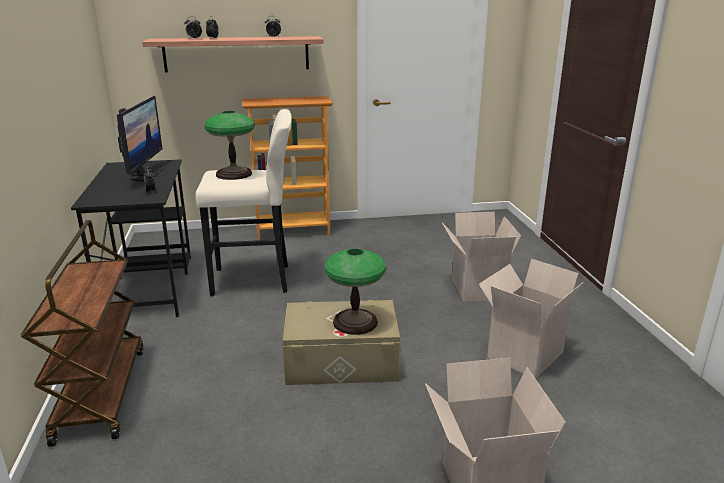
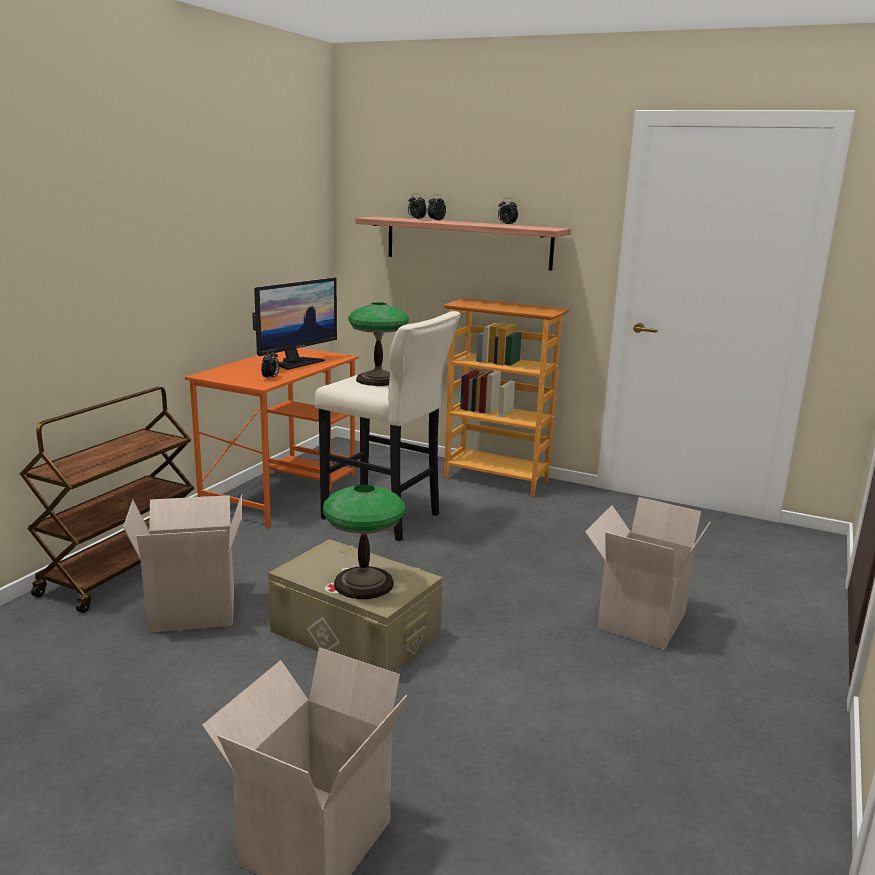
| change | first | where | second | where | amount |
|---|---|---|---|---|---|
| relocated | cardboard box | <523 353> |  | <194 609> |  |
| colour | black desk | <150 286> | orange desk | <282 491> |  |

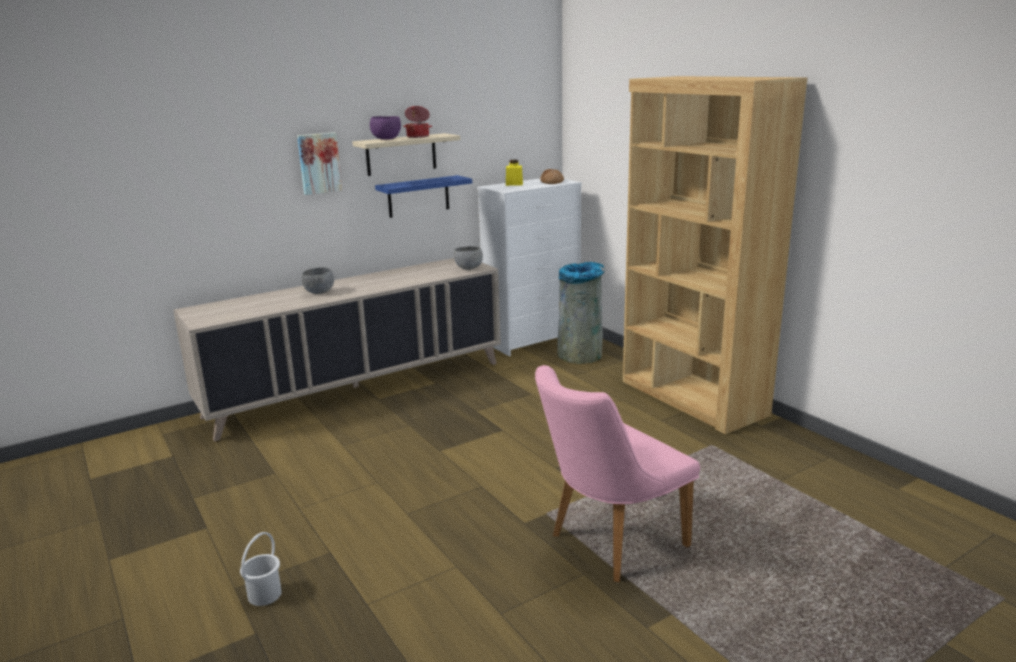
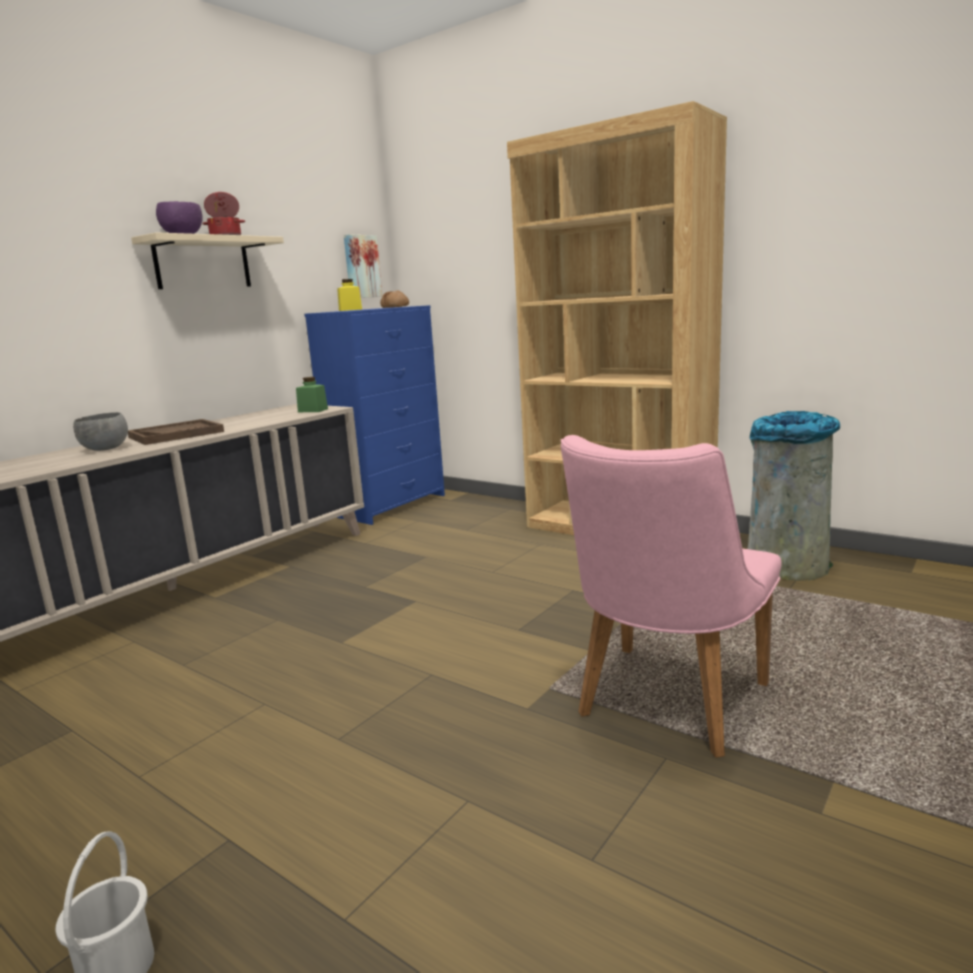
| change | first | where | second | where | amount |
|---|---|---|---|---|---|
| missing | blue shelf | <418 196> |  |  |  |
| appeared |  |  | brown tray | <176 434> |  |
| relocated | picture | <319 163> |  | <361 266> |  |
| relocated | grey trash can | <580 354> |  | <786 564> |  |
| exchanged | grey bowl | <468 268> | green jar | <313 410> |  |
| colour | white dresser | <533 339> | blue dresser | <390 505> |  |

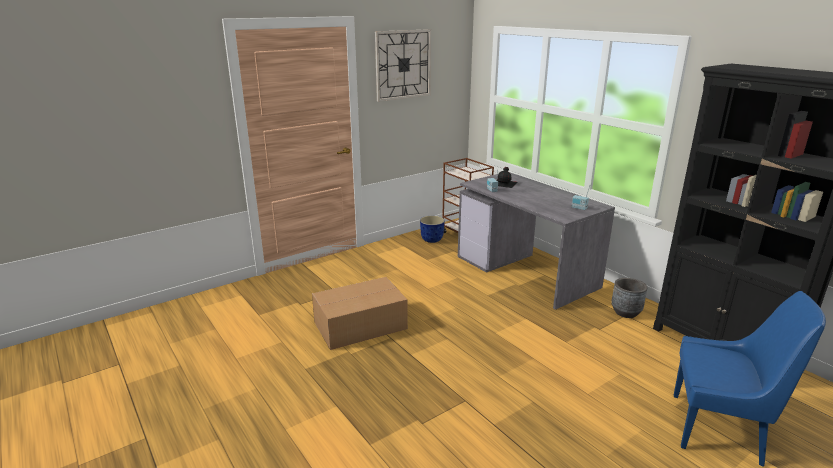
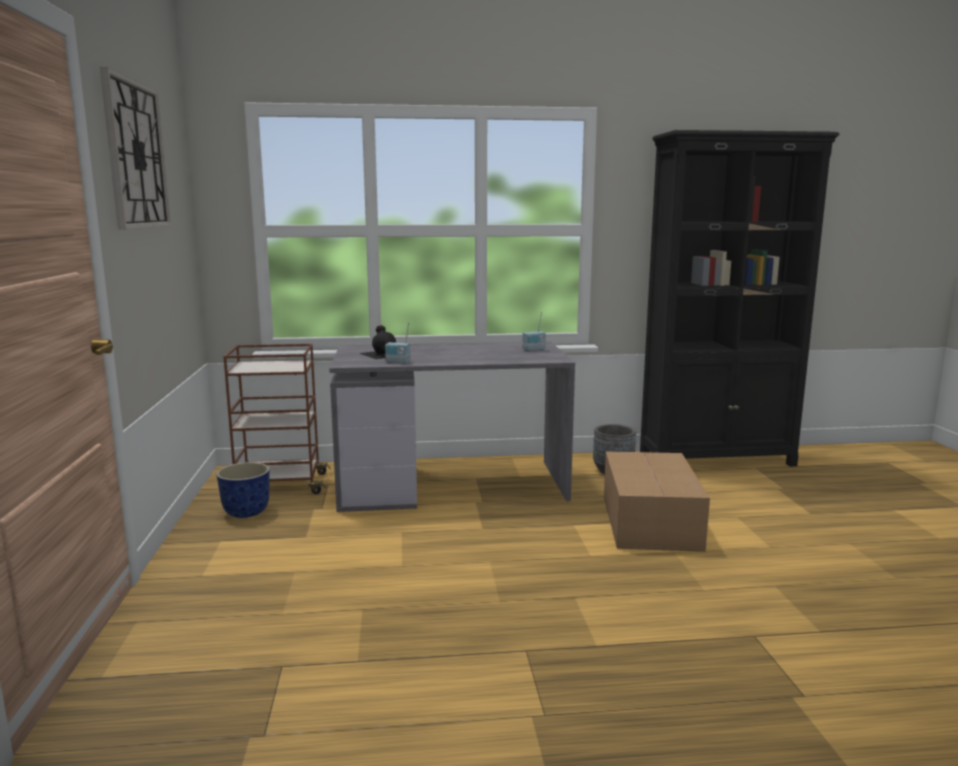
| change | first | where | second | where | amount |
|---|---|---|---|---|---|
| missing | blue chair | <720 429> |  |  |  |
| relocated | cardboard box | <362 325> |  | <651 521> |  |

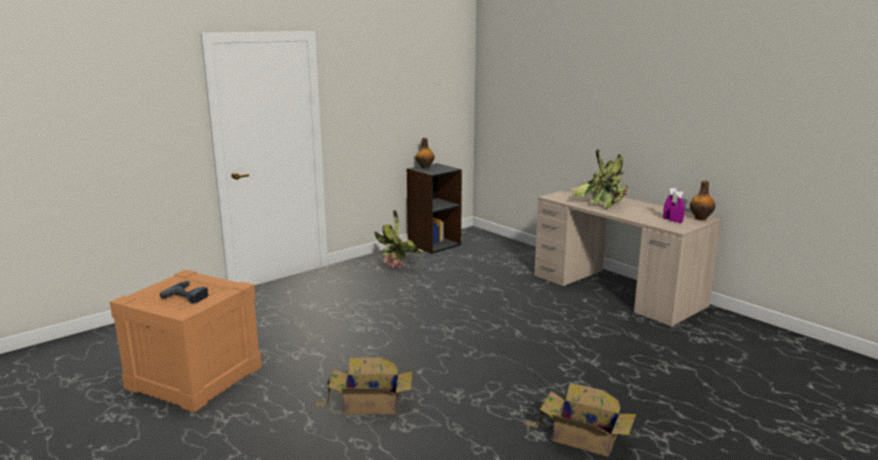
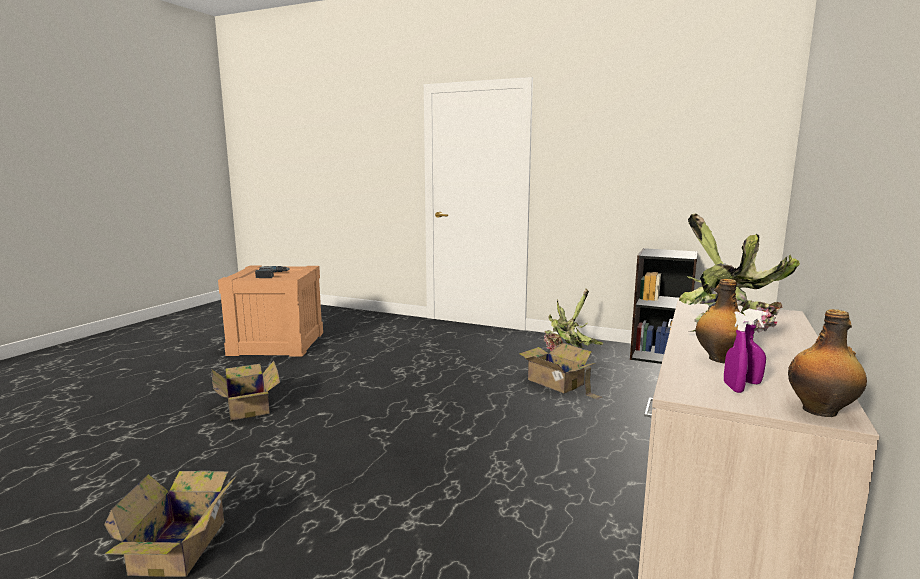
| change | first | where | second | where | amount |
|---|---|---|---|---|---|
| appeared |  |  | cardboard box | <557 383> |  |
| relocated | bottle | <424 167> |  | <720 359> |  |

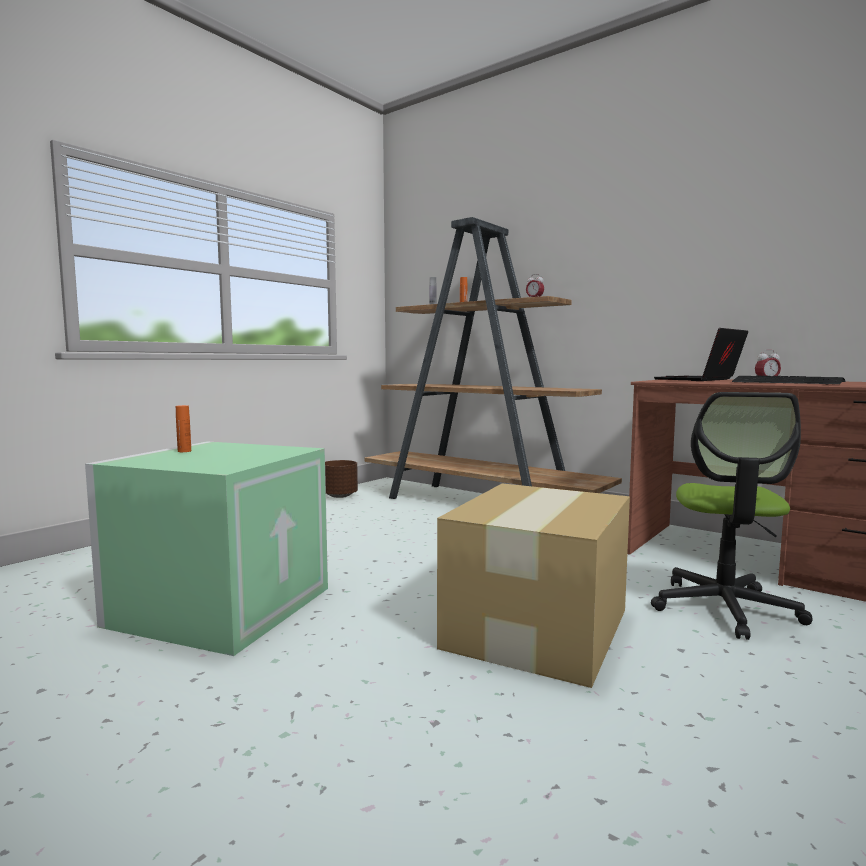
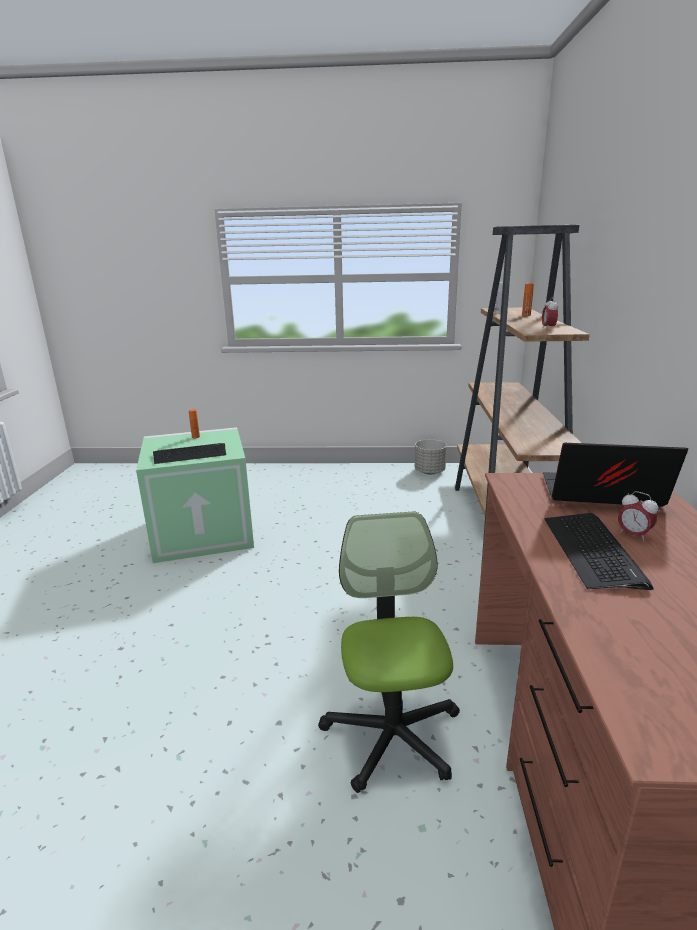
| change | first | where | second | where | amount |
|---|---|---|---|---|---|
| missing | cardboard box | <539 627> |  |  |  |
| appeared |  |  | keyboard | <190 454> |  |
| colour | brown planter | <339 496> | grey planter | <429 471> |  |
| spun | office chair | <725 608> |  | <392 734> | 105 degrees clockwise |

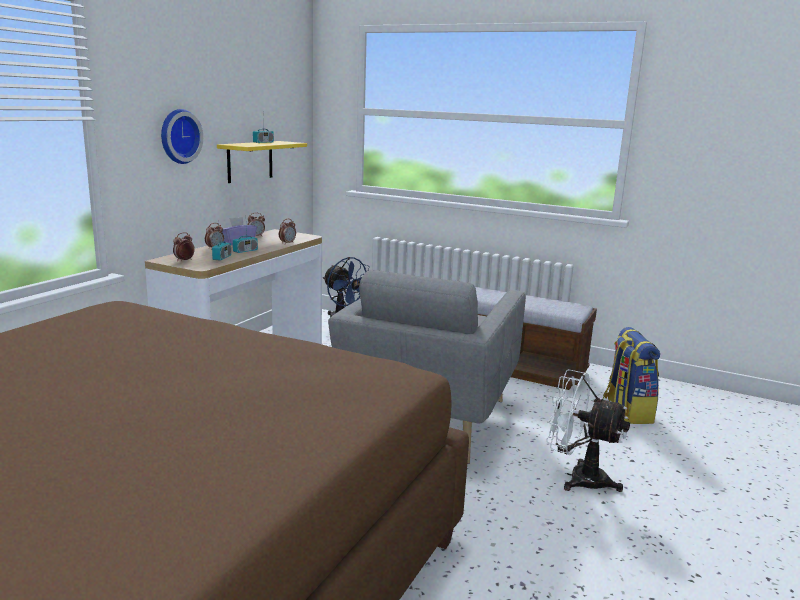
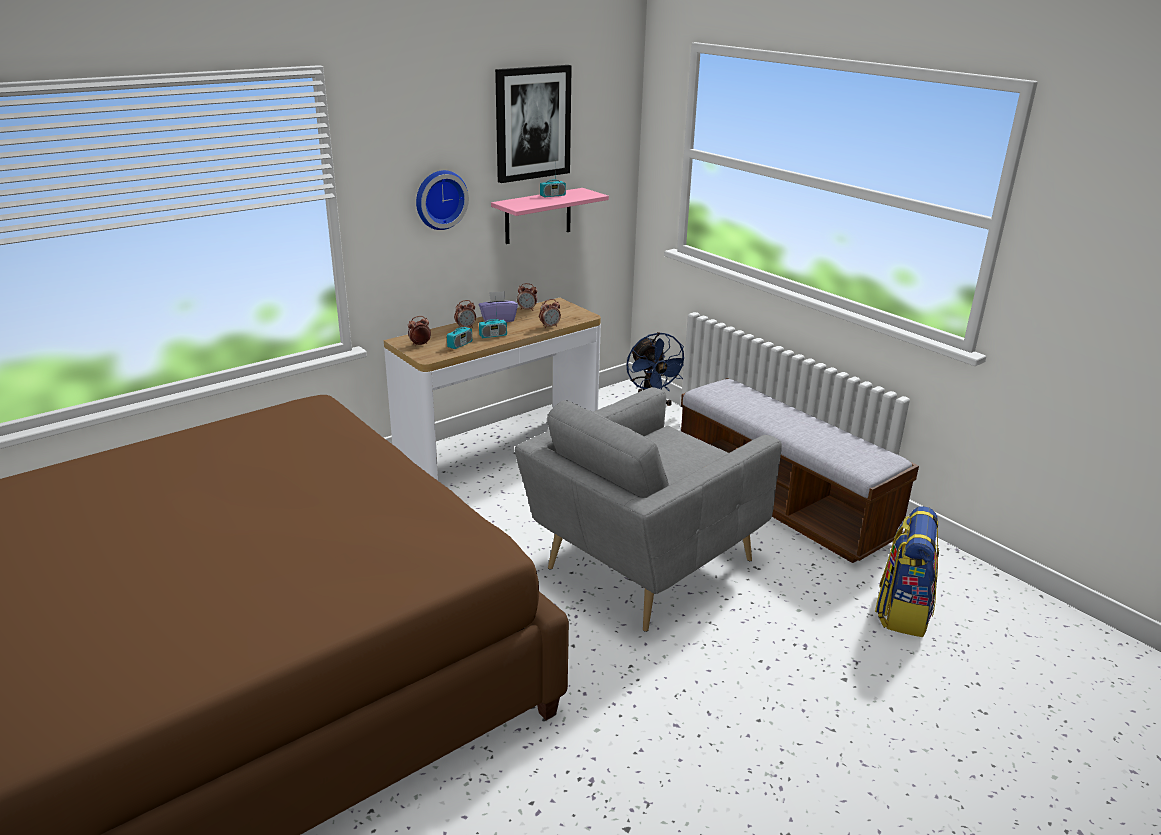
| change | first | where | second | where | amount |
|---|---|---|---|---|---|
| missing | white fan | <577 478> |  |  |  |
| appeared |  |  | picture | <532 123> |  |
| colour | yellow shelf | <250 161> | pink shelf | <538 216> |  |

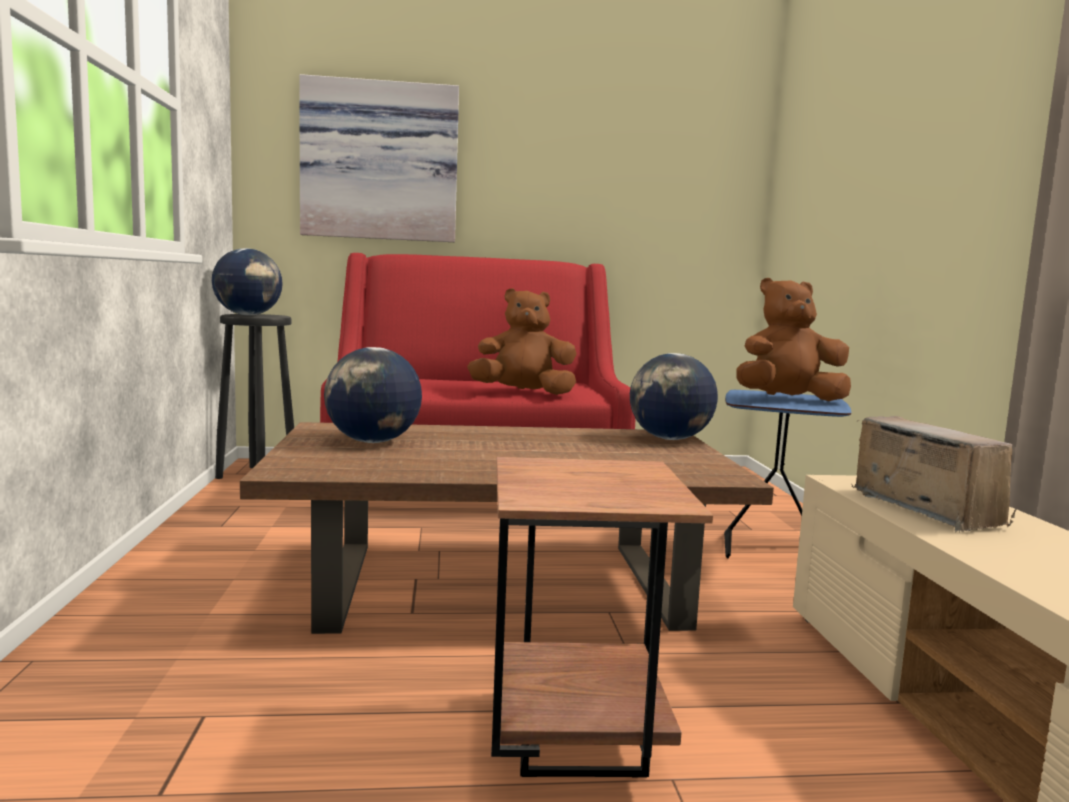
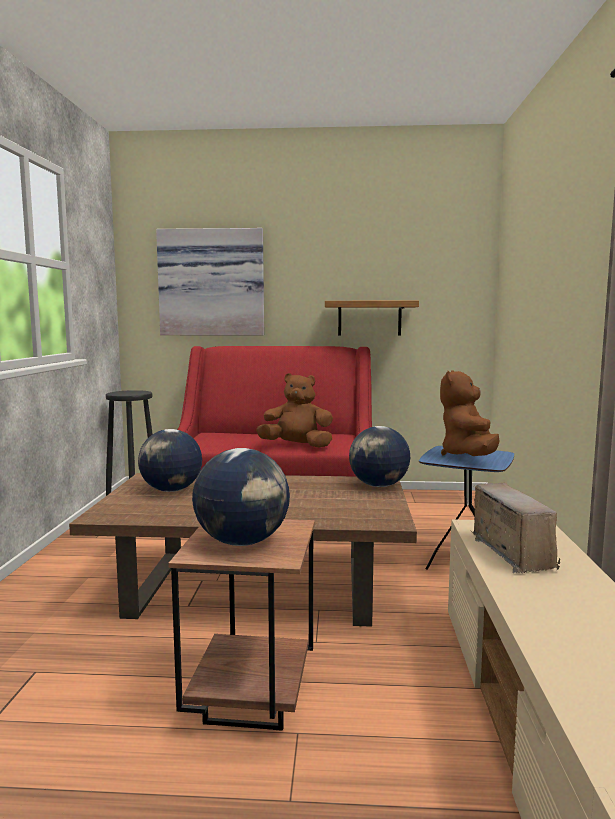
| change | first | where | second | where | amount |
|---|---|---|---|---|---|
| appeared |  |  | shelf | <369 318> |  |
| relocated | globe | <248 315> |  | <242 542> |  |
| spun | brown plush toy | <788 400> |  | <468 456> | 75 degrees counterclockwise |

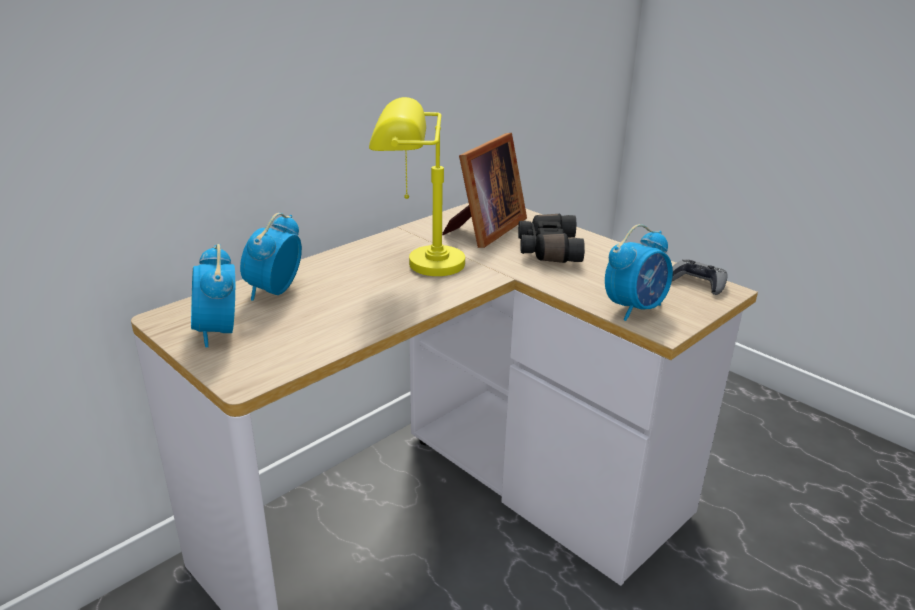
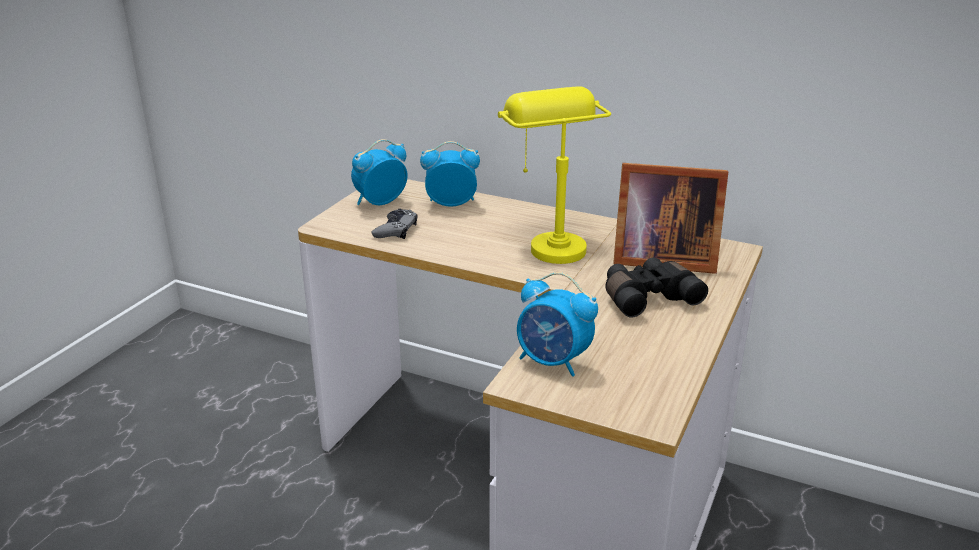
| change | first | where | second | where | amount |
|---|---|---|---|---|---|
| relocated | grey game controller | <697 282> |  | <395 230> |  |

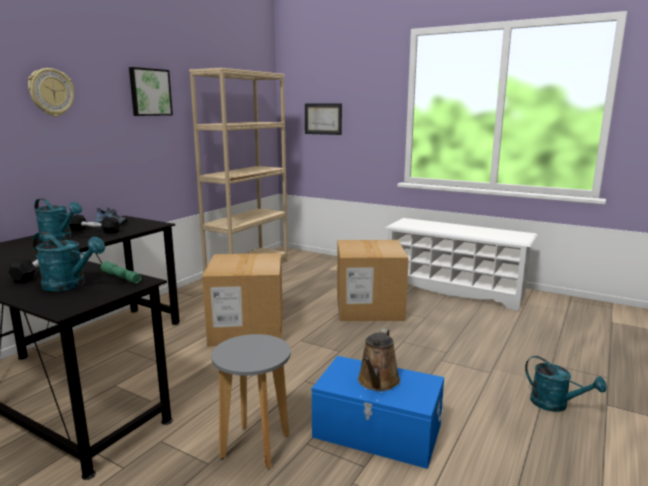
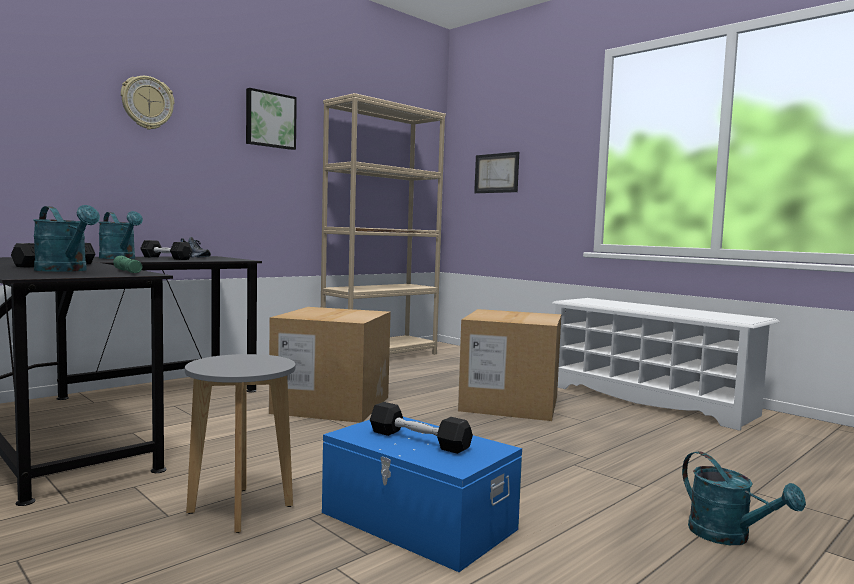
| change | first | where | second | where | amount |
|---|---|---|---|---|---|
| exchanged | brown watering can | <377 382> | black dumbbell | <418 440> |  |

